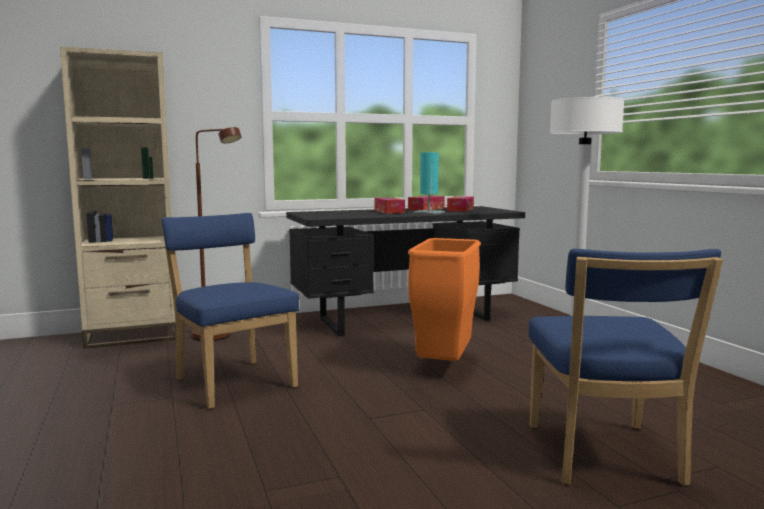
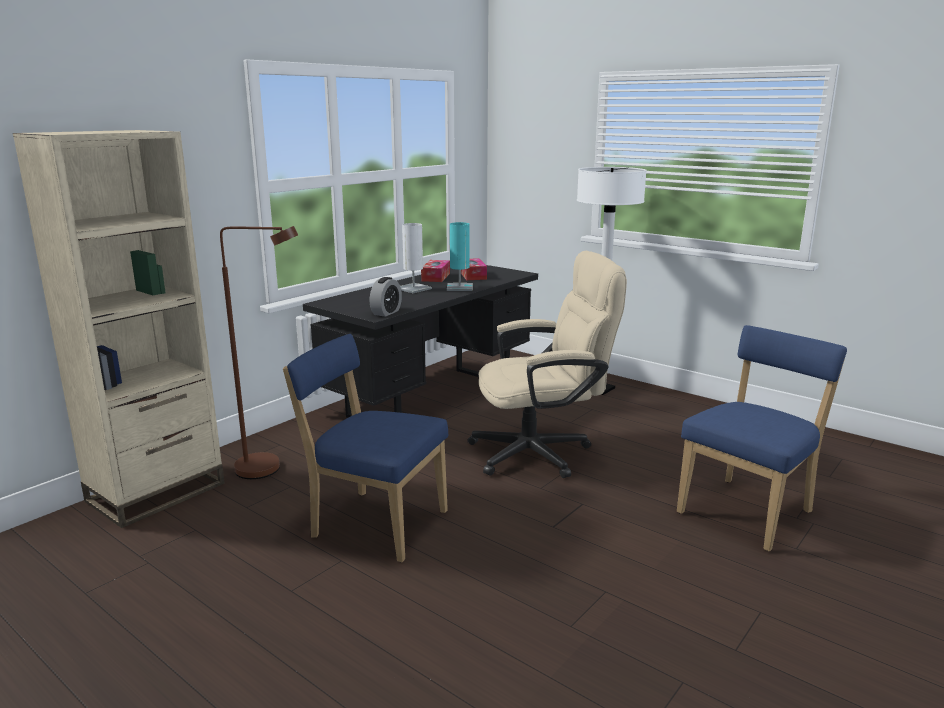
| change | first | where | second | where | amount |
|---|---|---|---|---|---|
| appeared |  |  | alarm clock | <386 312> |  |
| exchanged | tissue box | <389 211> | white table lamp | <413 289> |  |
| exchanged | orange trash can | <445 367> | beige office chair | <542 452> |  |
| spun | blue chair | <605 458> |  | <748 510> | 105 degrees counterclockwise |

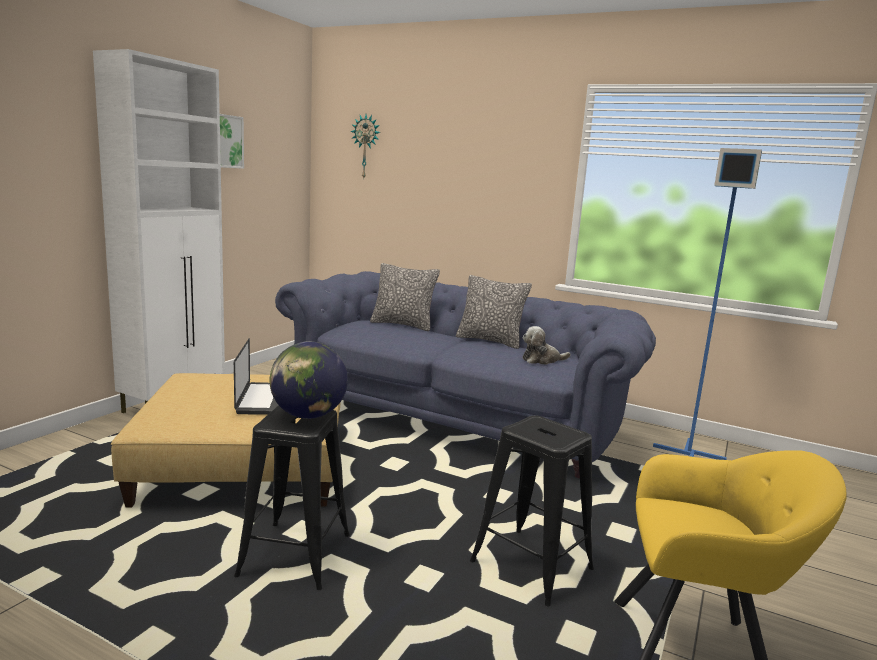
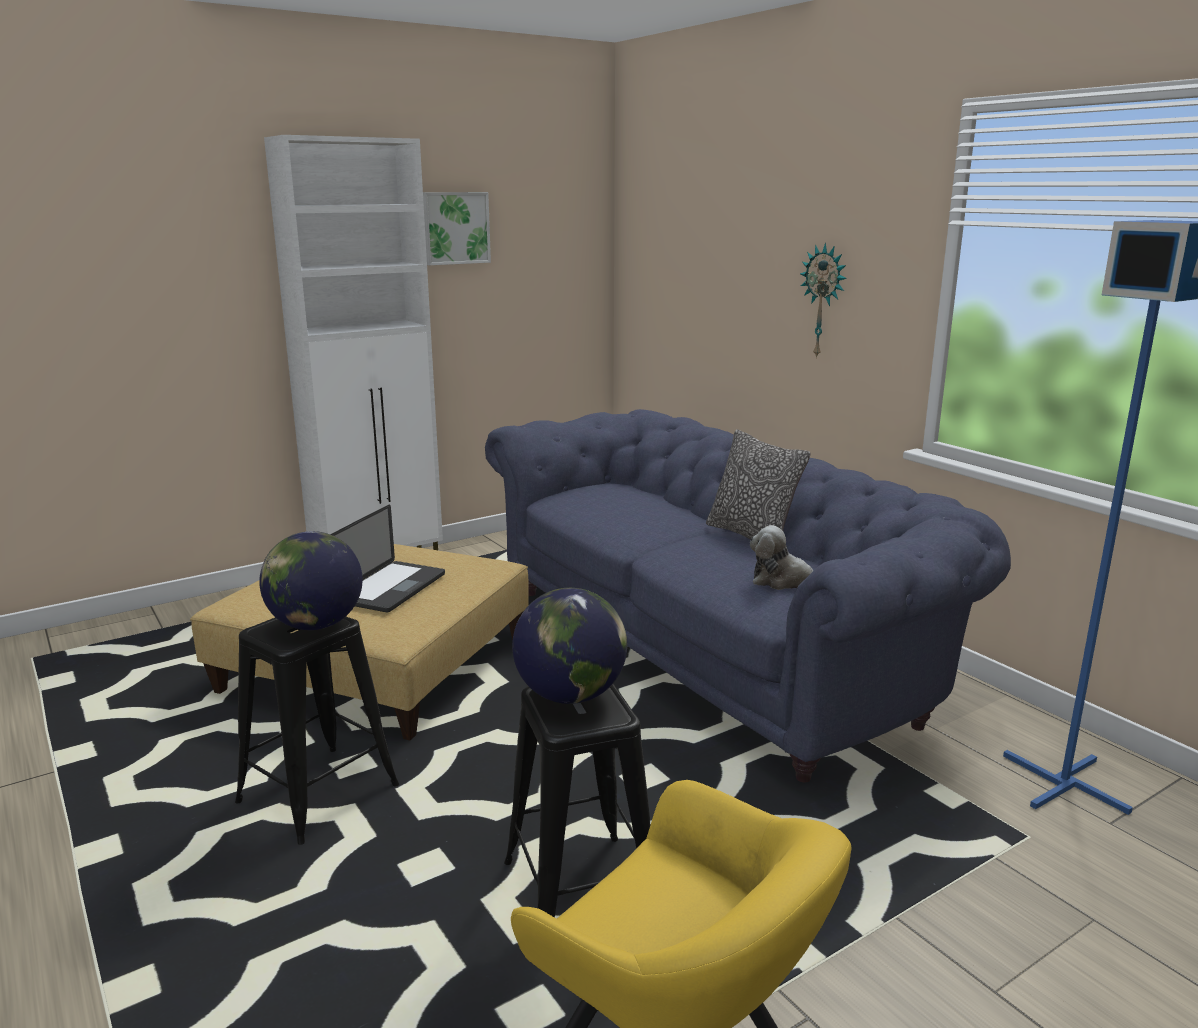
| change | first | where | second | where | amount |
|---|---|---|---|---|---|
| missing | pillow | <403 325> |  |  |  |
| appeared |  |  | globe | <570 696> |  |
| relocated | wall clock | <366 146> |  | <824 301> |  |

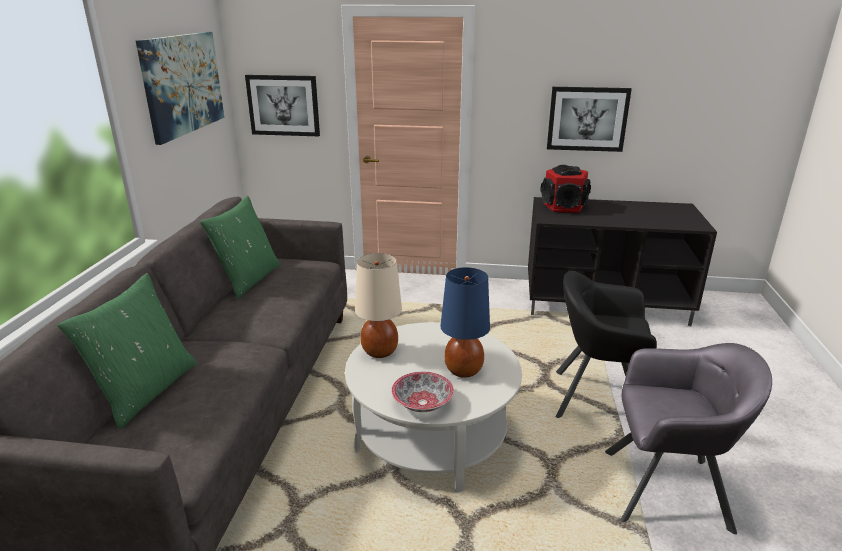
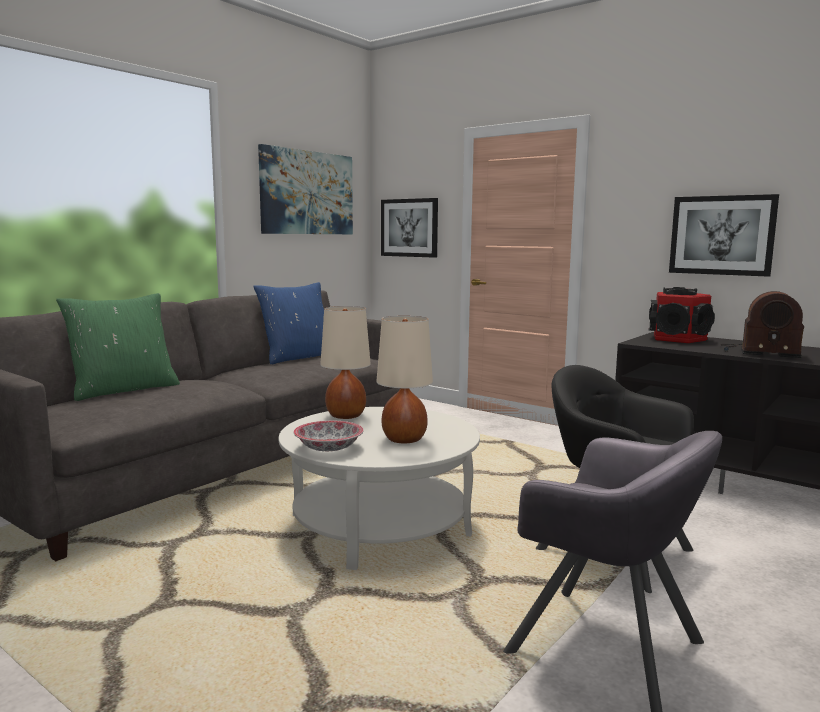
| change | first | where | second | where | amount |
|---|---|---|---|---|---|
| appeared |  |  | radio | <758 352> |  |
| colour | green pillow | <248 279> | blue pillow | <297 357> |  |
| colour | blue table lamp | <464 370> | beige table lamp | <405 439> |  |

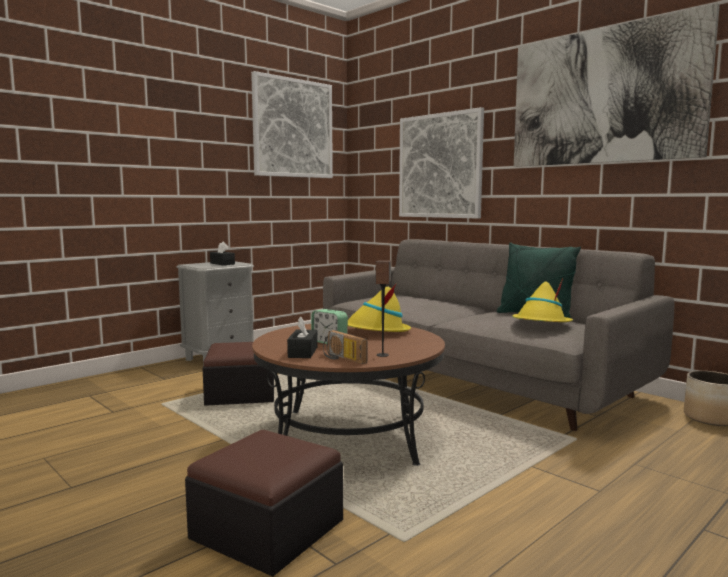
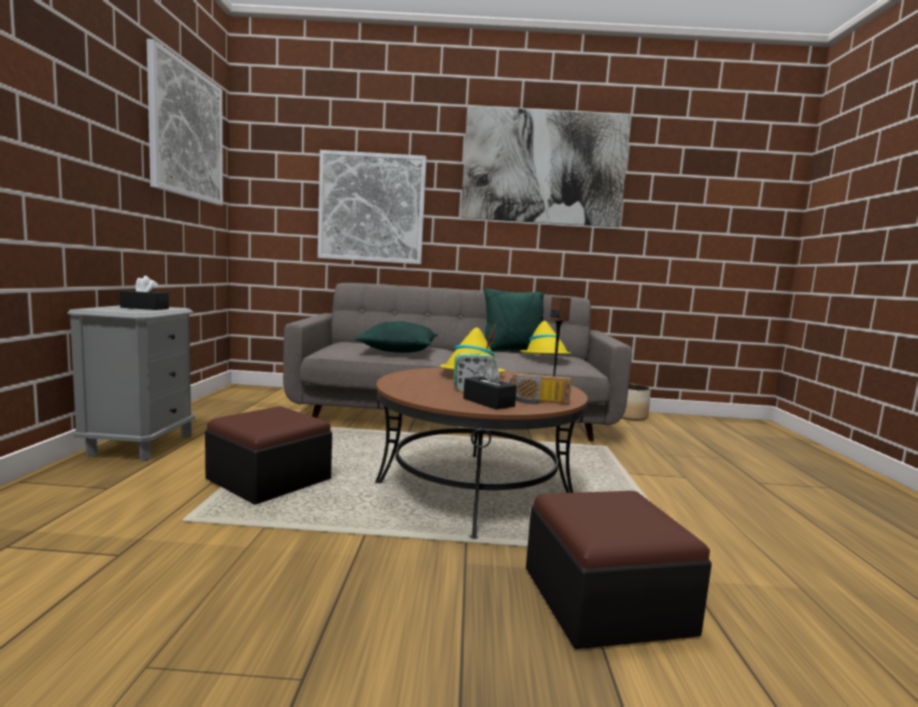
| change | first | where | second | where | amount |
|---|---|---|---|---|---|
| appeared |  |  | green pillow | <398 350> |  |

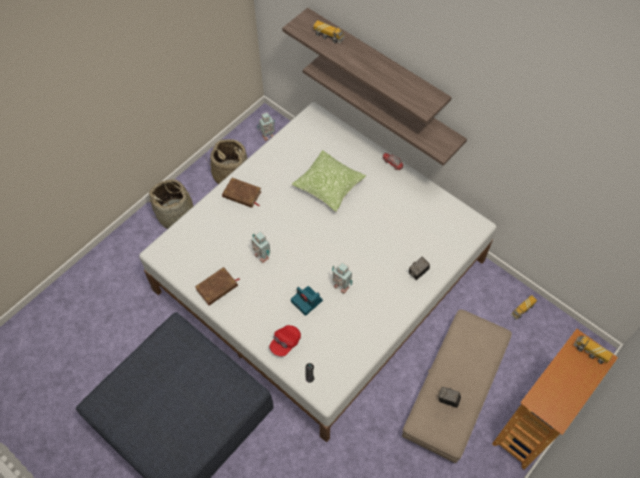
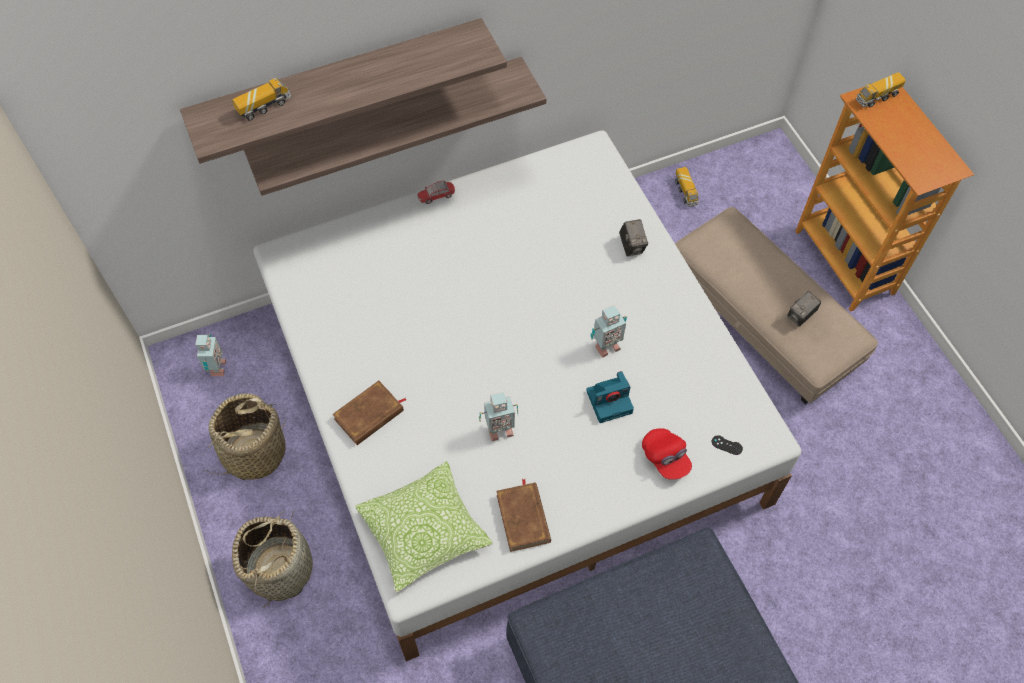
| change | first | where | second | where | amount |
|---|---|---|---|---|---|
| relocated | pillow | <329 185> |  | <424 531> |  |

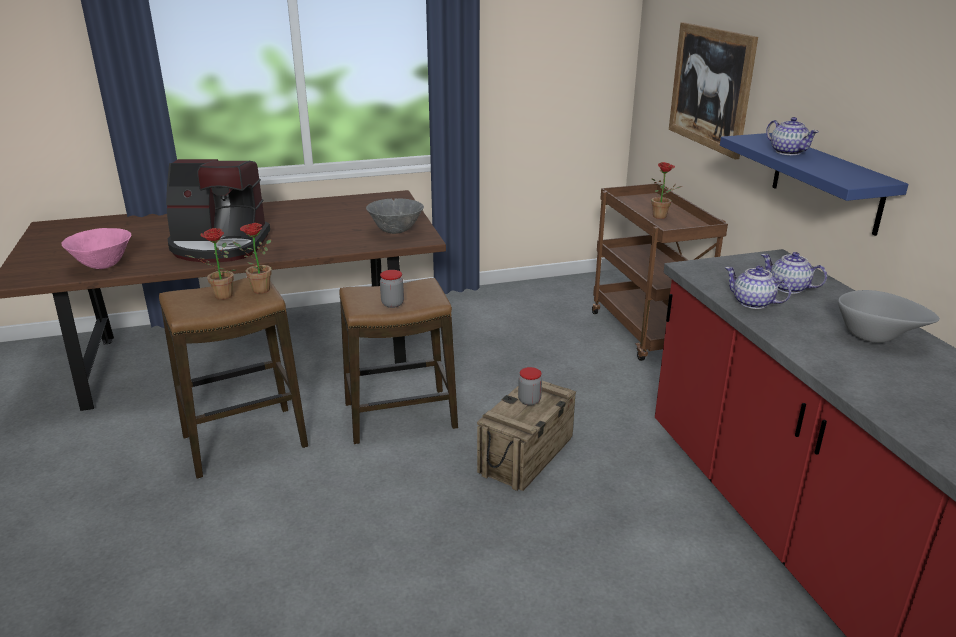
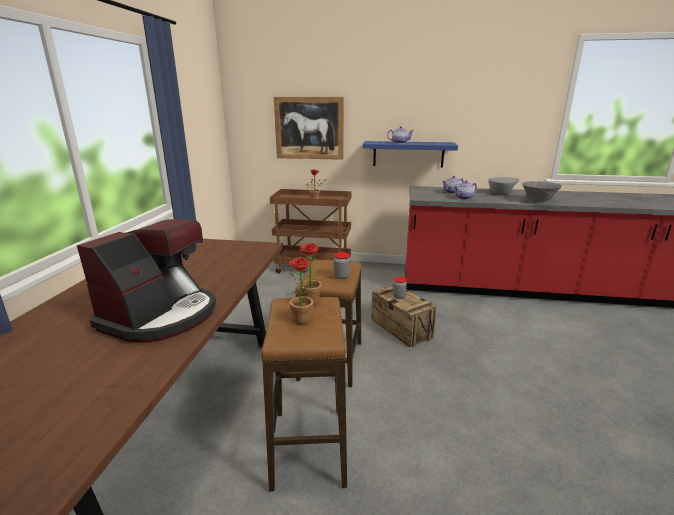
| change | first | where | second | where | amount |
|---|---|---|---|---|---|
| missing | pink bowl | <103 266> |  |  |  |
| relocated | grey bowl | <395 232> |  | <538 201> |  |

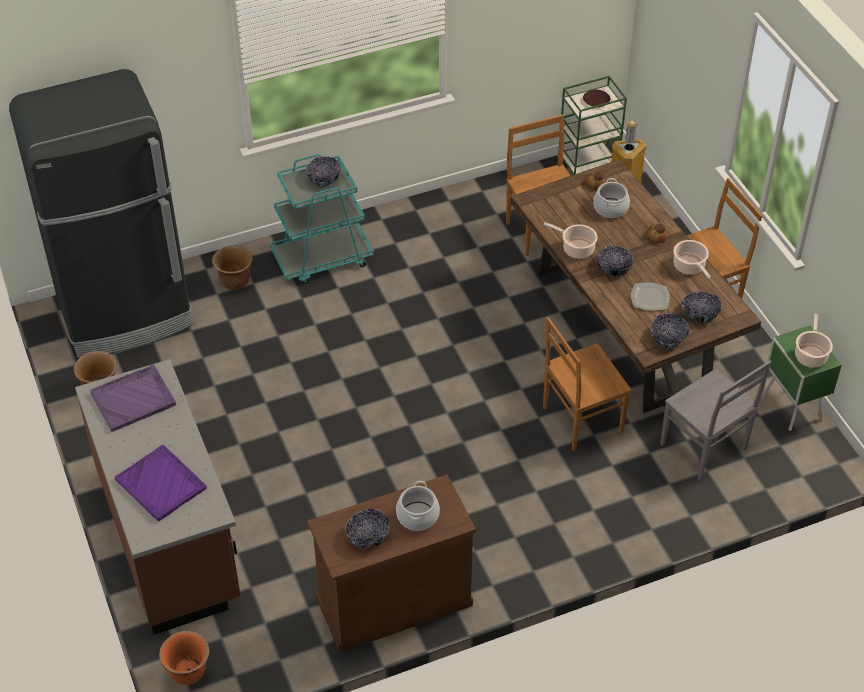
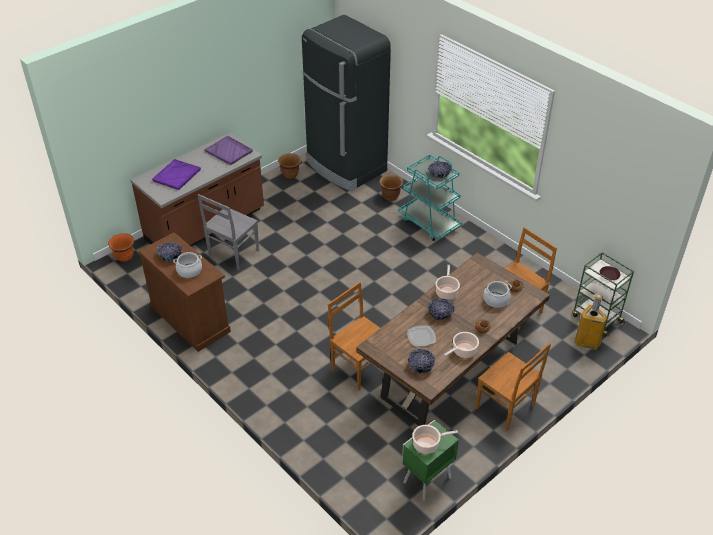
| change | first | where | second | where | amount |
|---|---|---|---|---|---|
| missing | bowl | <668 337> |  |  |  |
| relocated | grey chair | <705 448> |  | <233 254> |  |

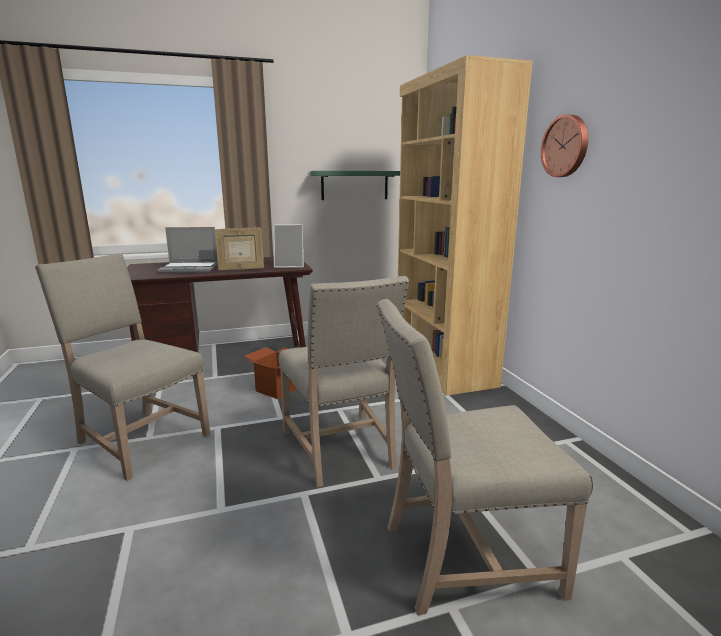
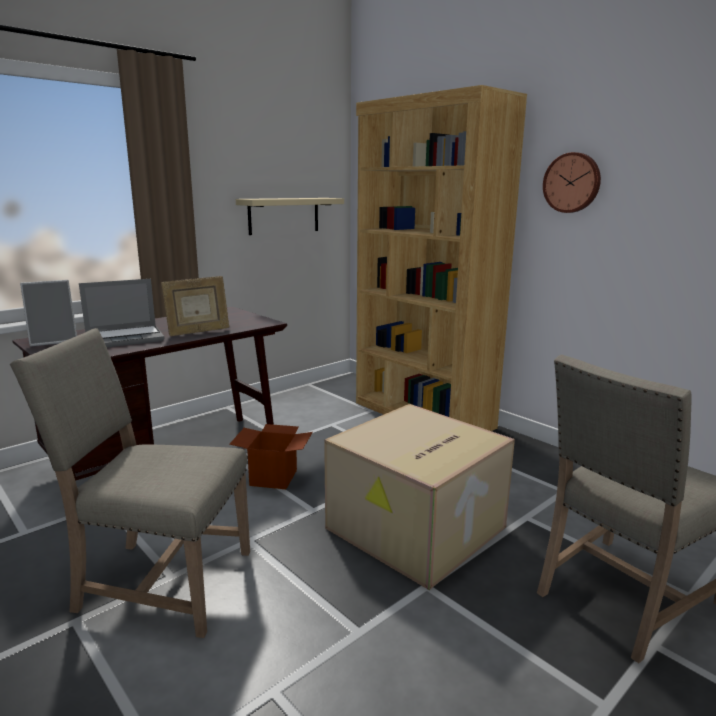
| change | first | where | second | where | amount |
|---|---|---|---|---|---|
| relocated | picture frame | <289 266> |  | <54 340> |  |
| exchanged | beige chair | <341 450> | cardboard box | <416 529> |  |
| colour | green shelf | <354 185> | beige shelf | <284 215> |  |

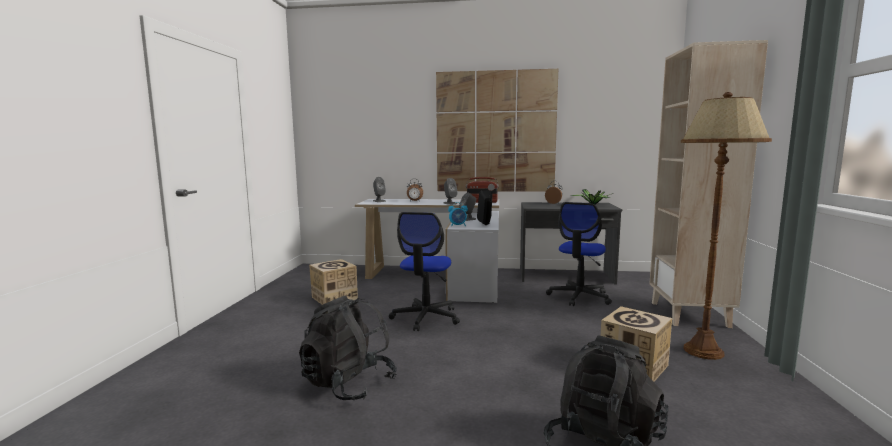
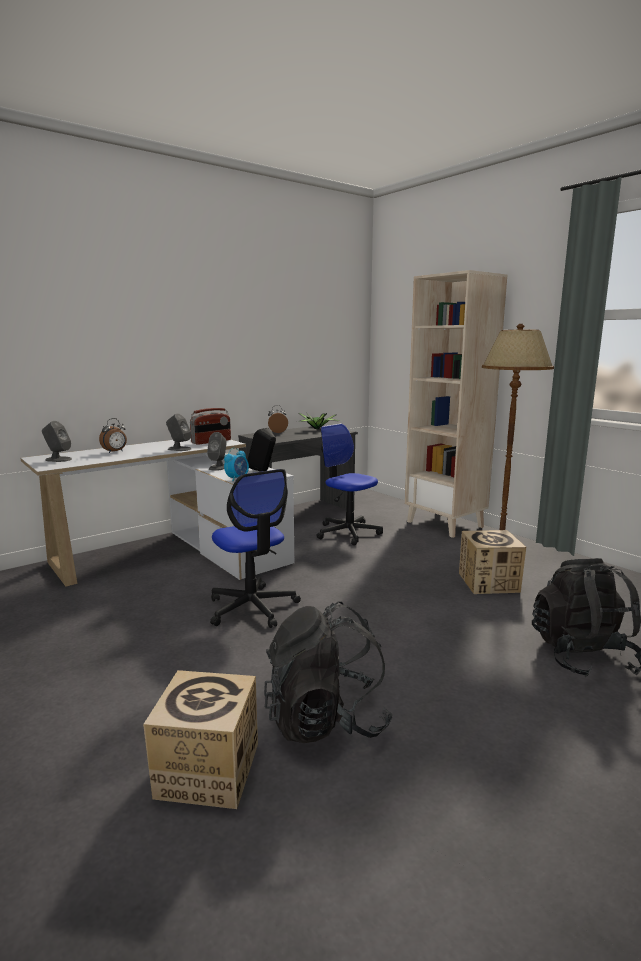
| change | first | where | second | where | amount |
|---|---|---|---|---|---|
| missing | picture | <495 132> |  |  |  |
| relocated | cardboard box | <334 298> |  | <207 770> |  |
| spun | office chair | <579 297> |  | <348 532> | 150 degrees clockwise |

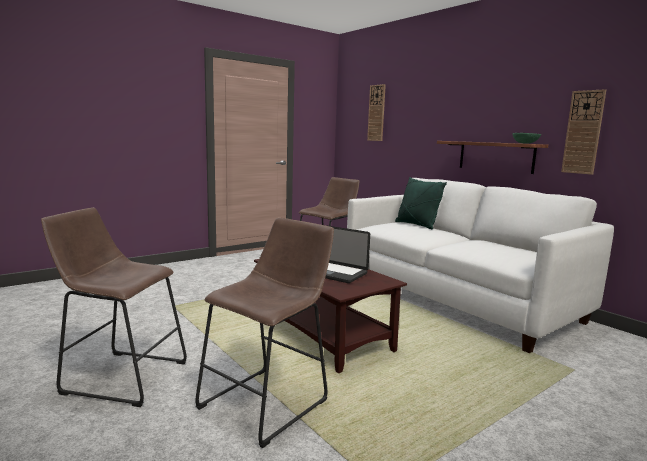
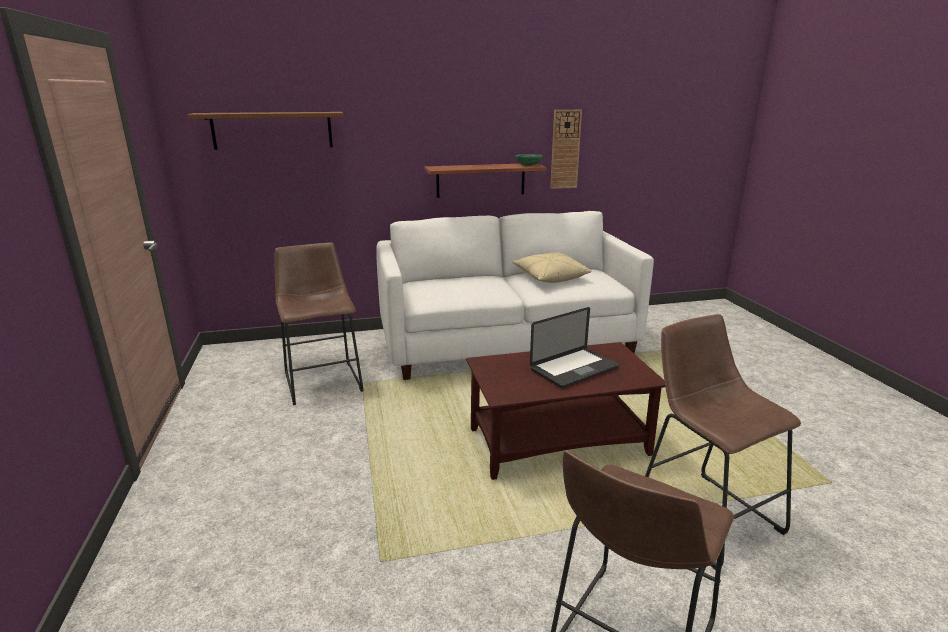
| change | first | where | second | where | amount |
|---|---|---|---|---|---|
| missing | green pillow | <417 225> |  |  |  |
| appeared |  |  | beige pillow | <549 277> |  |
| exchanged | wall clock | <376 113> | shelf | <272 130> |  |

